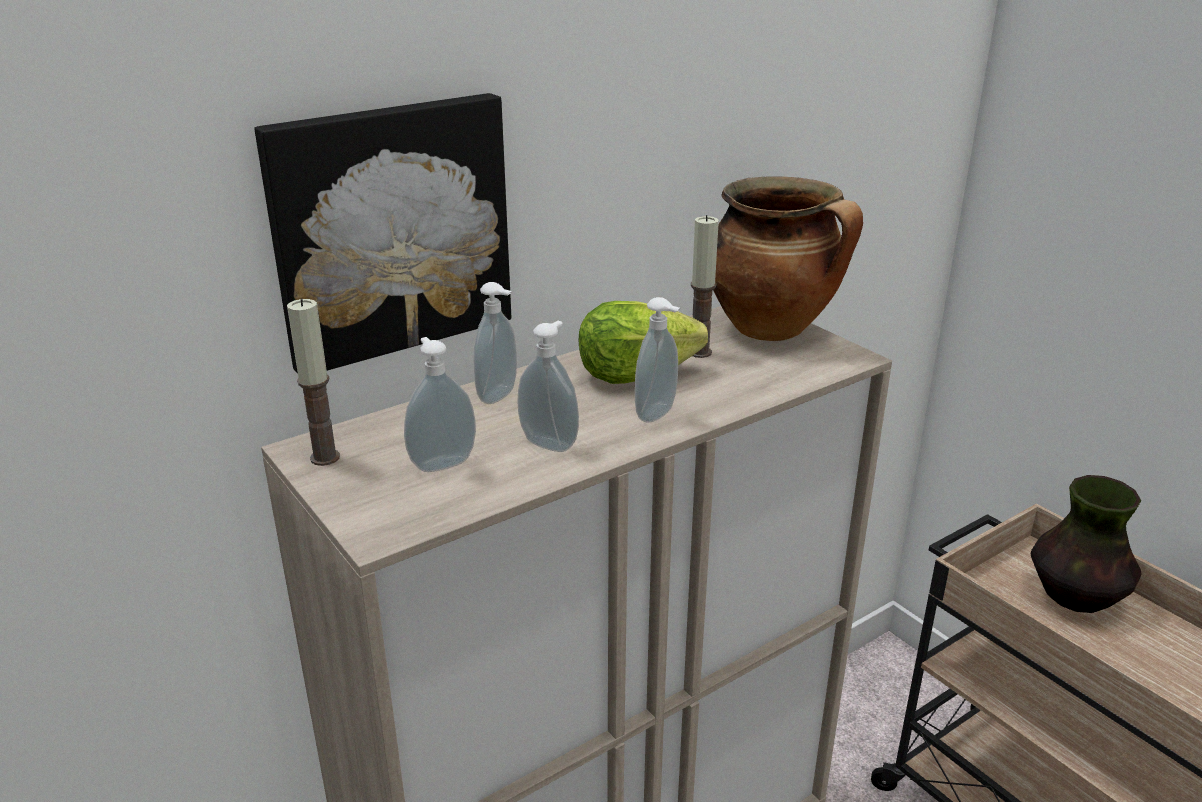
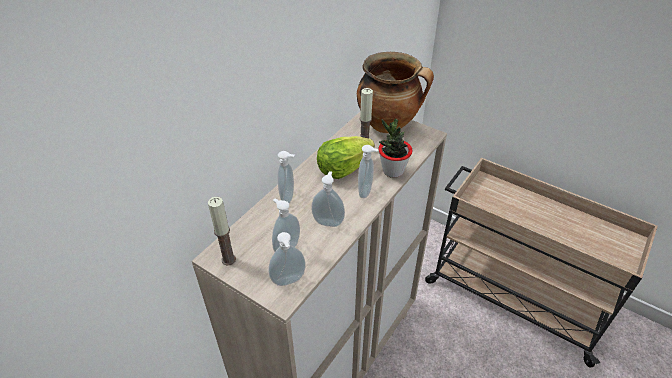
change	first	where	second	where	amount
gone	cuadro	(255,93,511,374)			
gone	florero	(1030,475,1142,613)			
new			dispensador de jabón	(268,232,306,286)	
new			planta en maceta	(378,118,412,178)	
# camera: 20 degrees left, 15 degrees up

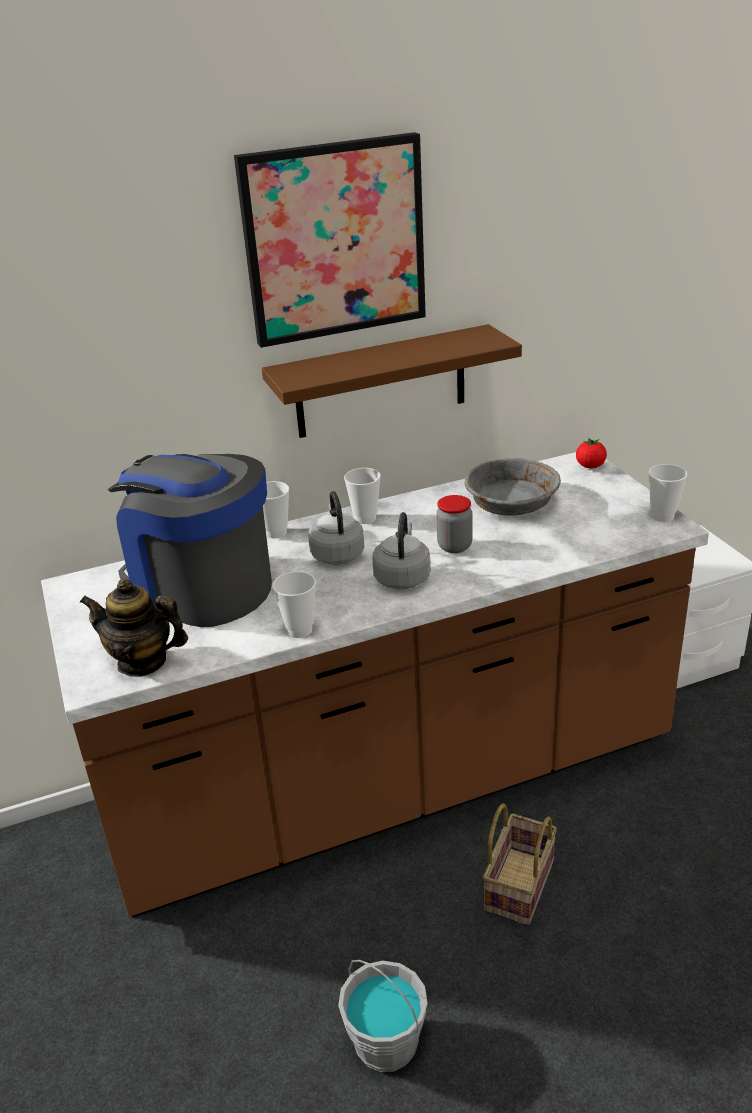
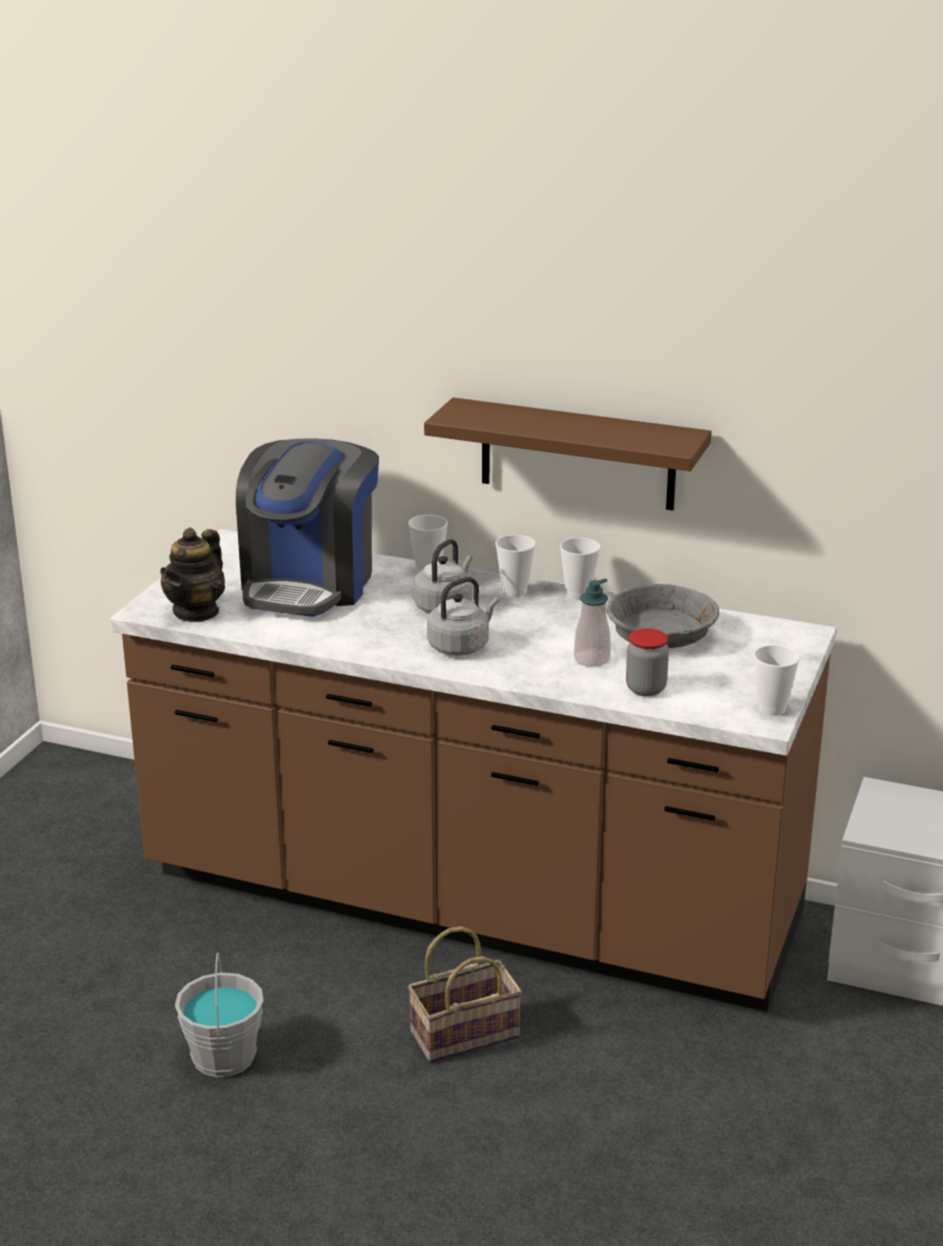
change	first	where	second	where	amount
rotated	tetera	(80,579,188,677)		(160,527,225,622)	120 degrees counterclockwise
rotated	cafetera	(108,454,272,627)		(236,438,379,617)	150 degrees counterclockwise
gone	cuadro	(234,132,426,348)			
shifted	taza	(272,571,316,638)		(560,538,601,600)	
shifted	tarro	(436,495,473,553)		(626,628,669,696)	
gone	tomate	(576,438,607,469)			
new			dispensador de jabón	(574,578,611,667)	
# camera: 40 degrees right, 5 degrees down

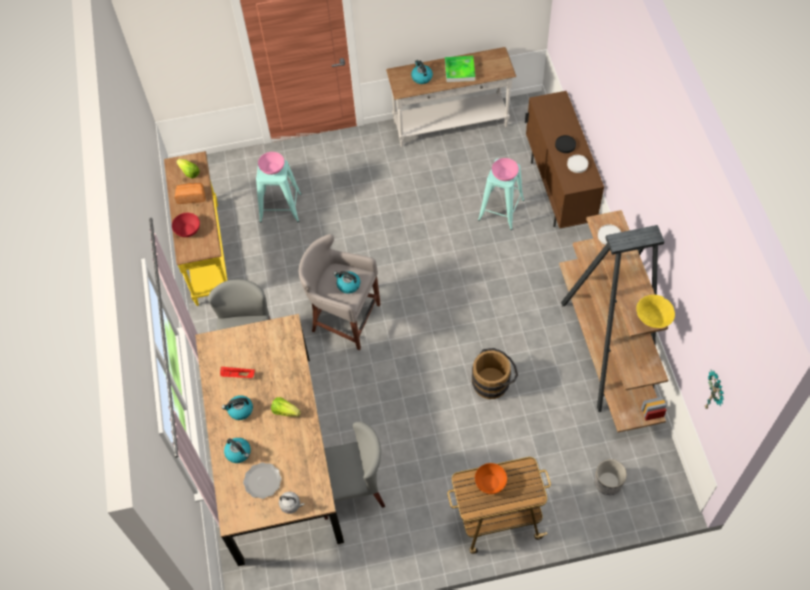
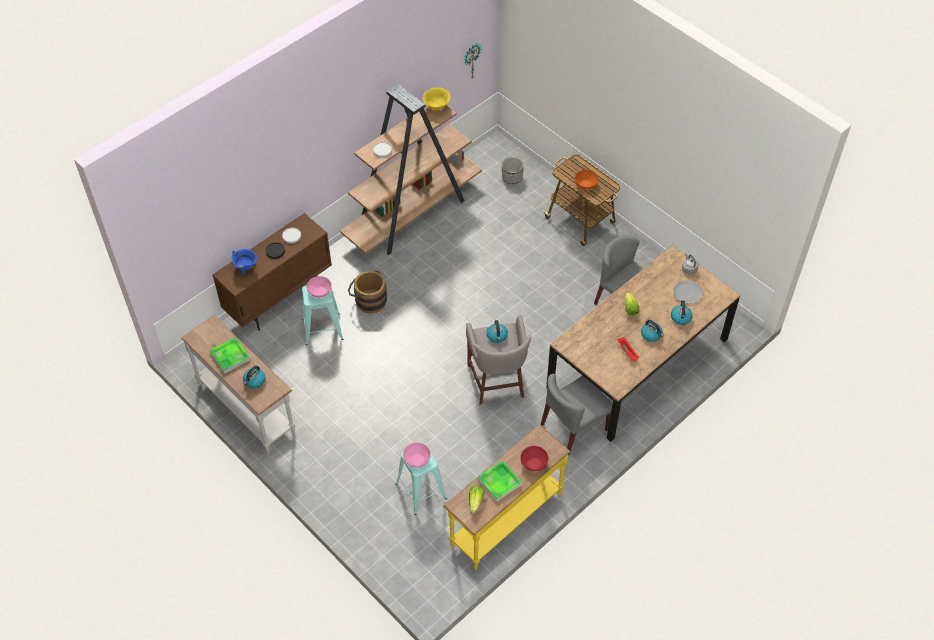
change	first	where	second	where	amount
swapped	pan	(175,183,206,204)	bandeja	(478,460,522,502)	
shifted	cubo (marrón)	(472,348,518,399)		(348,271,387,313)	
new			olla (azul)	(231,249,257,274)	
# camera: 125 degrees left, 5 degrees down

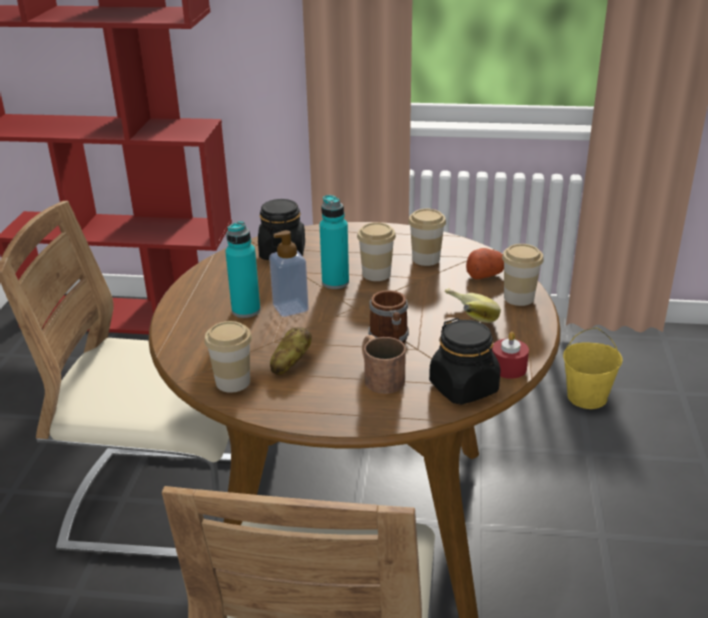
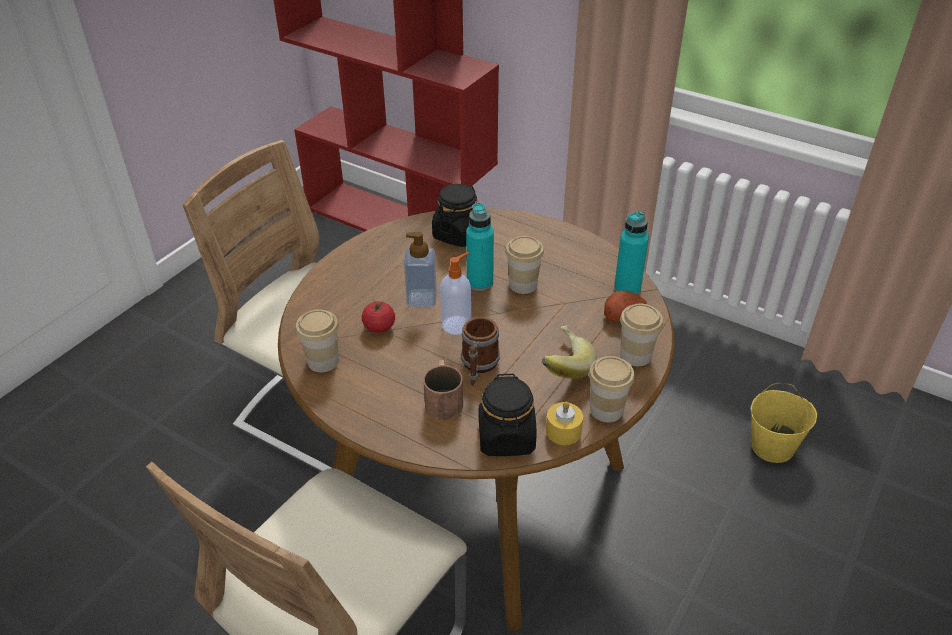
change	first	where	second	where	amount
shifted	botella (turquesa)	(225,221,260,318)		(614,211,649,295)	
gone	patata	(270,327,312,375)			
shifted	taza	(408,209,446,266)		(589,356,634,422)	
repainted	vela (rojo)	(492,332,529,379)	vela (amarillo)	(546,402,583,445)	
new			tomate	(362,301,395,333)	
new			dispensador de jabón	(440,252,471,335)	
# camera: 25 degrees right, 10 degrees up

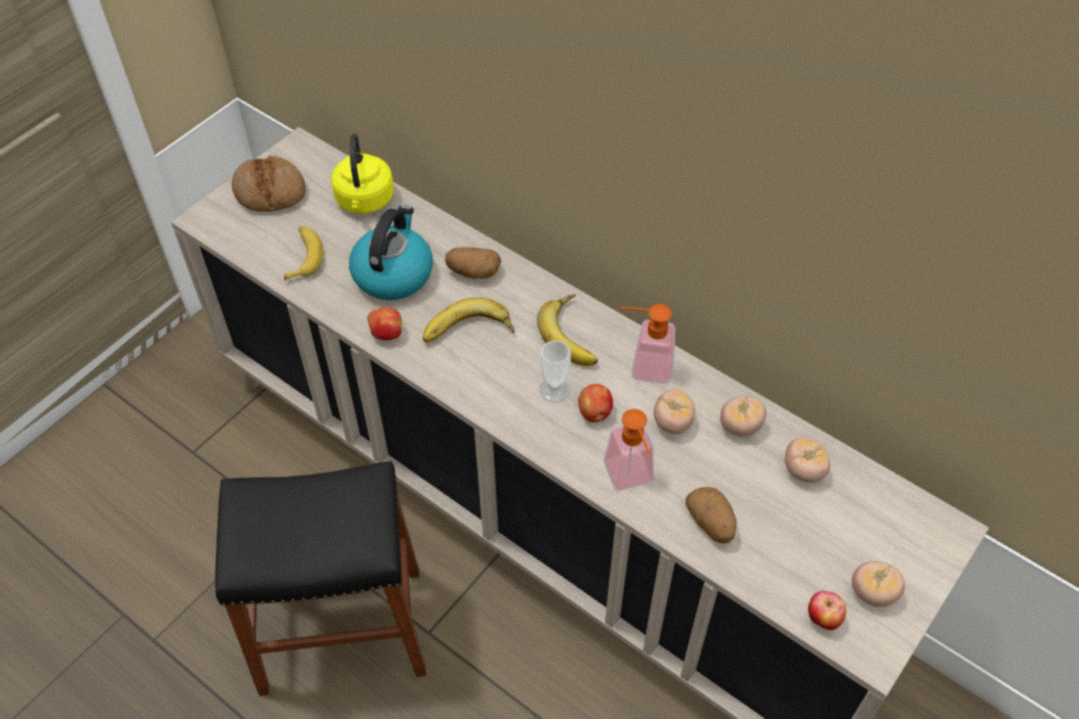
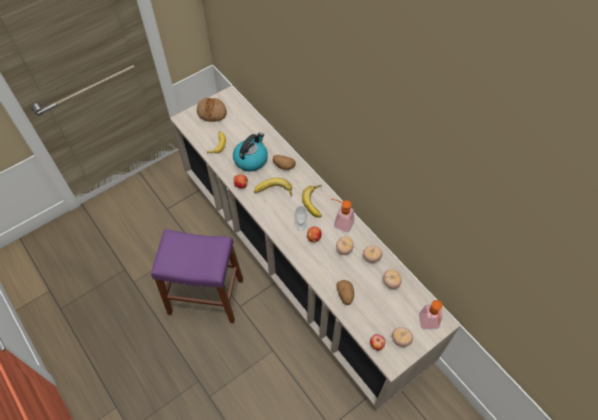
change	first	where	second	where	amount
repainted	taburete (negro)	(215,461,426,696)	taburete (morado)	(151,229,243,323)	
gone	hervidor (amarillo)	(331,134,394,214)			
shifted	dispensador de jabón	(604,409,654,491)		(419,300,443,329)	
# camera: 15 degrees right, 5 degrees up

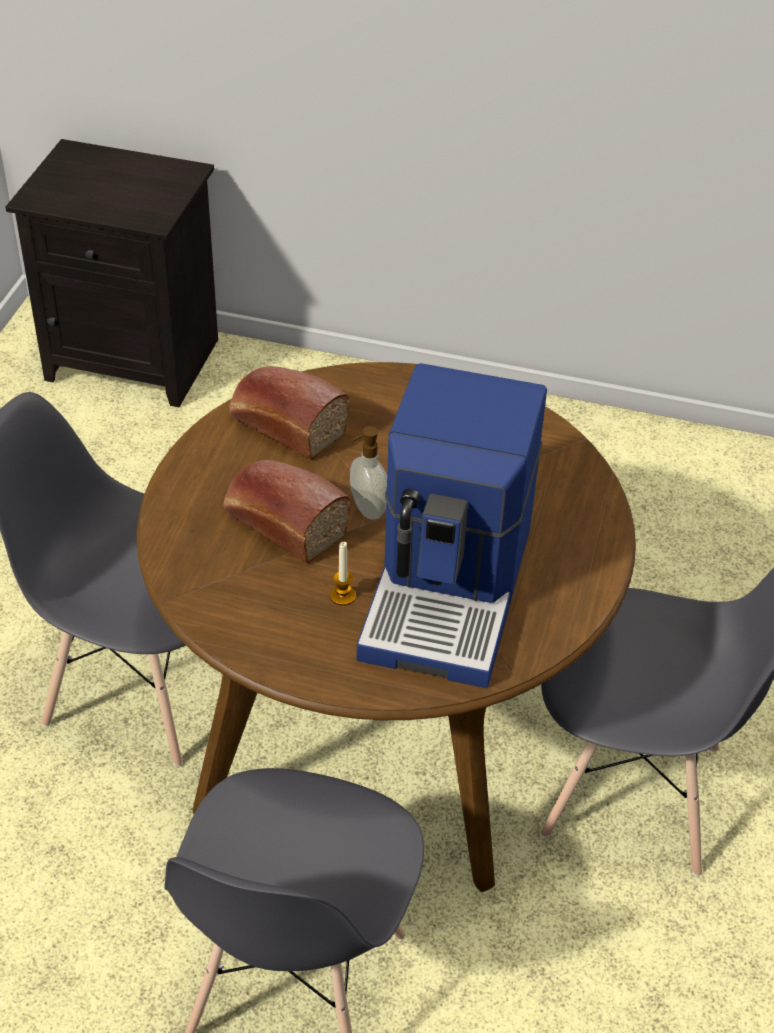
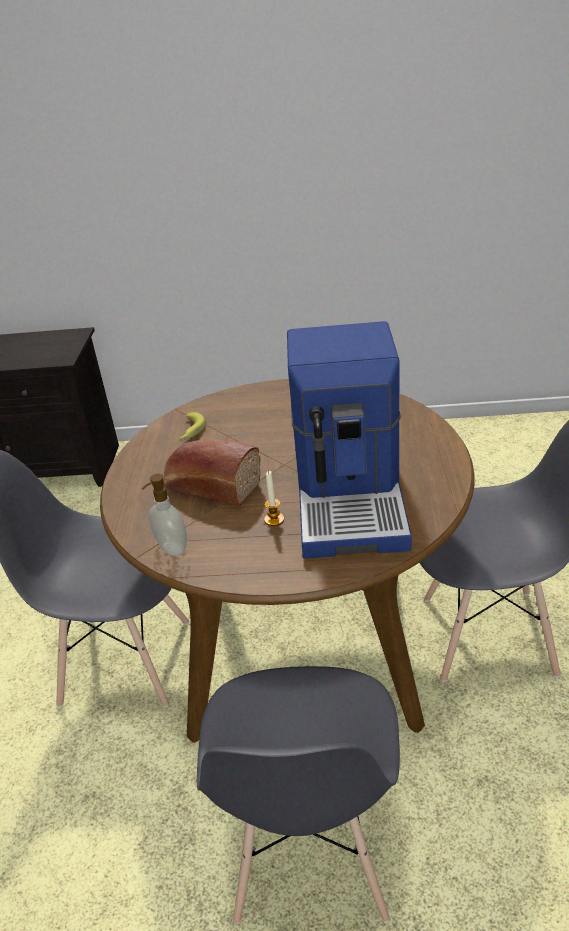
change	first	where	second	where	amount
swapped	pan	(229,366,350,460)	plátano	(179,412,206,441)	
shifted	dispensador de jabón	(350,426,387,520)		(142,474,187,556)	
# camera: 10 degrees left, 10 degrees down

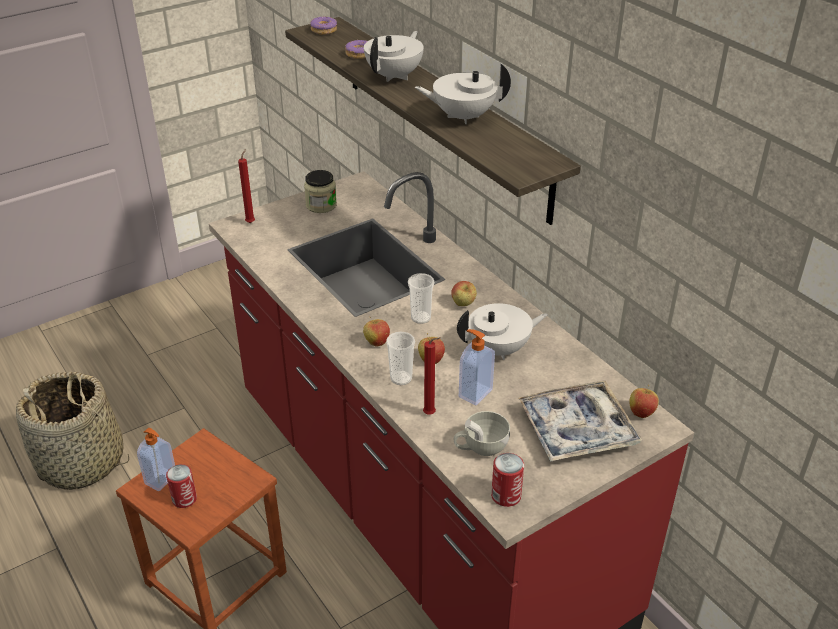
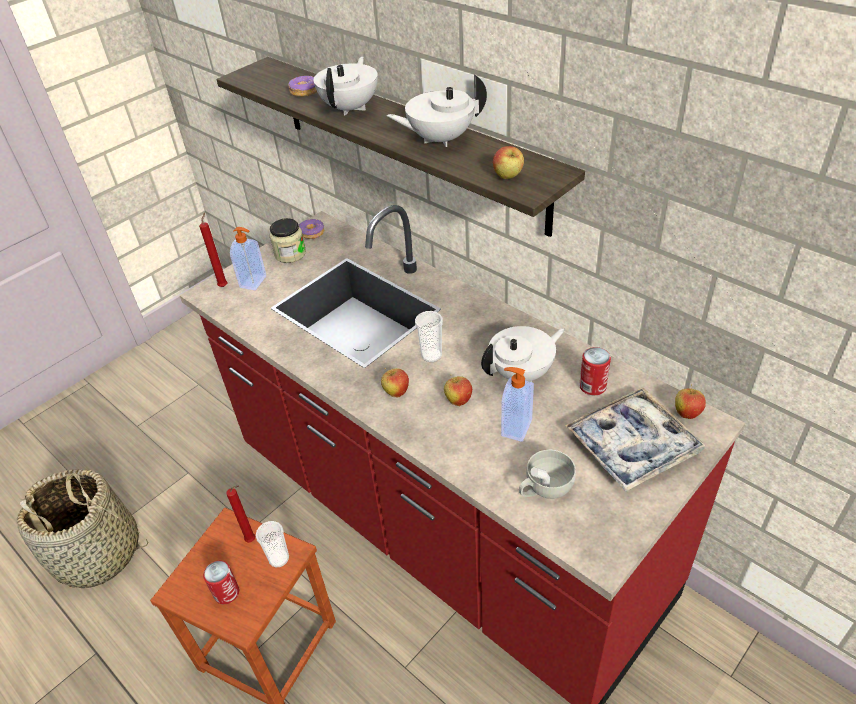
change	first	where	second	where	amount
shifted	dispensador de jabón	(137,428,175,492)		(230,227,266,290)	
shifted	rosquilla	(310,16,337,35)		(299,219,324,239)	
shifted	taza	(386,332,415,385)		(256,521,289,567)	
shifted	vela (rojo)	(423,337,441,415)		(226,485,255,543)	
shifted	manzana	(451,281,477,306)		(493,146,524,179)	
shifted	lata	(491,453,524,507)		(579,347,611,395)	
# camera: 10 degrees left, 5 degrees up

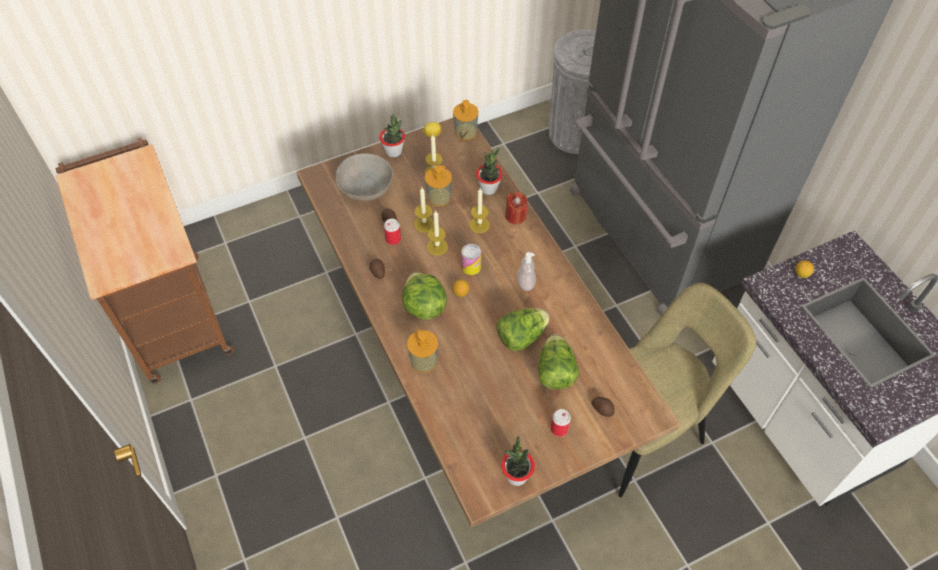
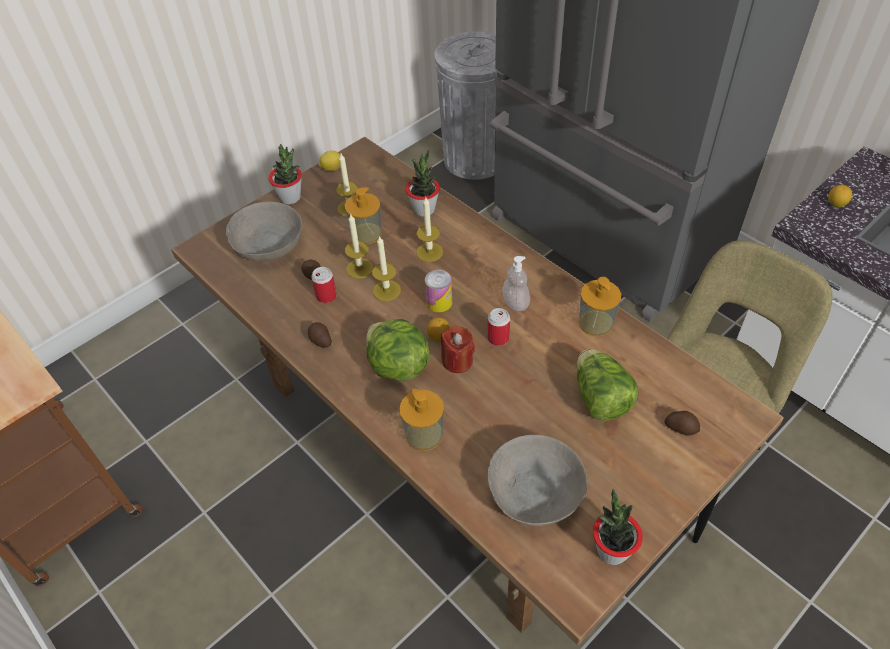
change	first	where	second	where	amount
shifted	dispensador de jabón	(453,100,479,140)		(579,277,621,336)	
gone	lechuga	(496,308,550,351)			
shifted	vela (rojo)	(505,192,527,224)		(441,326,475,373)	
shifted	lata	(551,409,571,437)		(488,308,510,346)	
new			cuenco (gris)	(487,435,587,526)	
# camera: 15 degrees left, 5 degrees down

